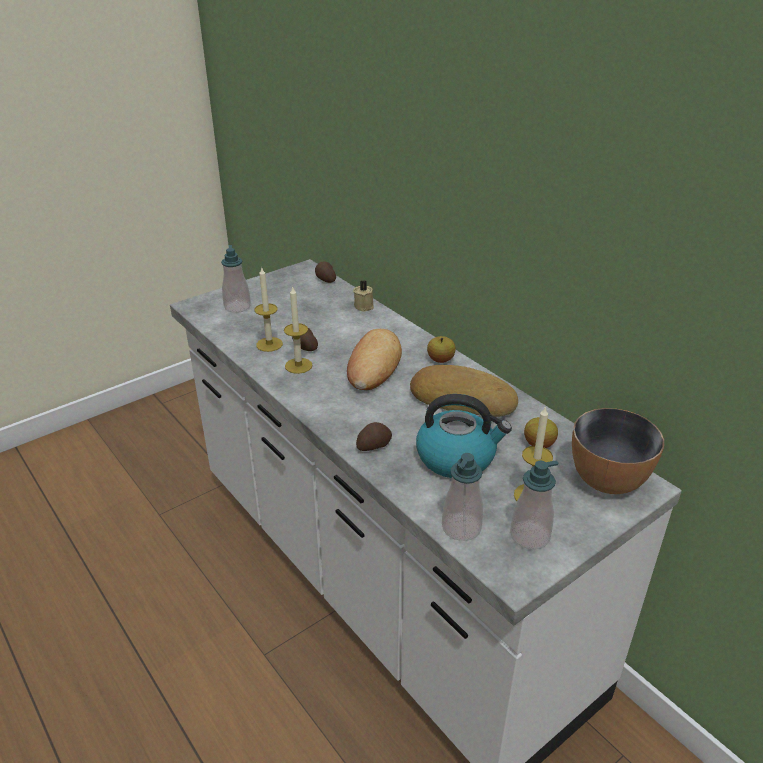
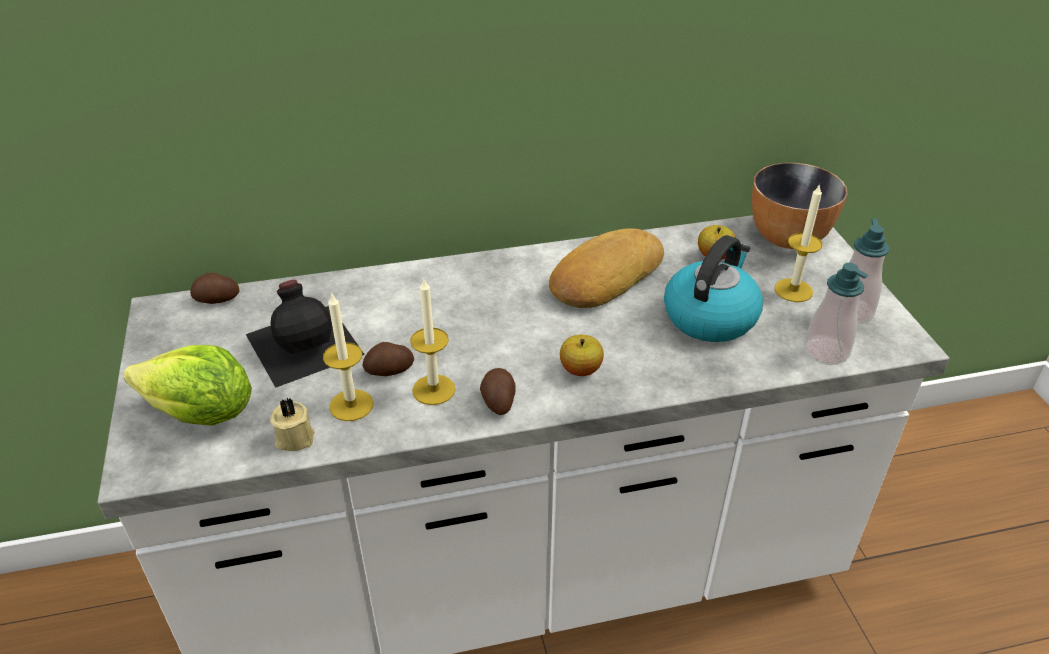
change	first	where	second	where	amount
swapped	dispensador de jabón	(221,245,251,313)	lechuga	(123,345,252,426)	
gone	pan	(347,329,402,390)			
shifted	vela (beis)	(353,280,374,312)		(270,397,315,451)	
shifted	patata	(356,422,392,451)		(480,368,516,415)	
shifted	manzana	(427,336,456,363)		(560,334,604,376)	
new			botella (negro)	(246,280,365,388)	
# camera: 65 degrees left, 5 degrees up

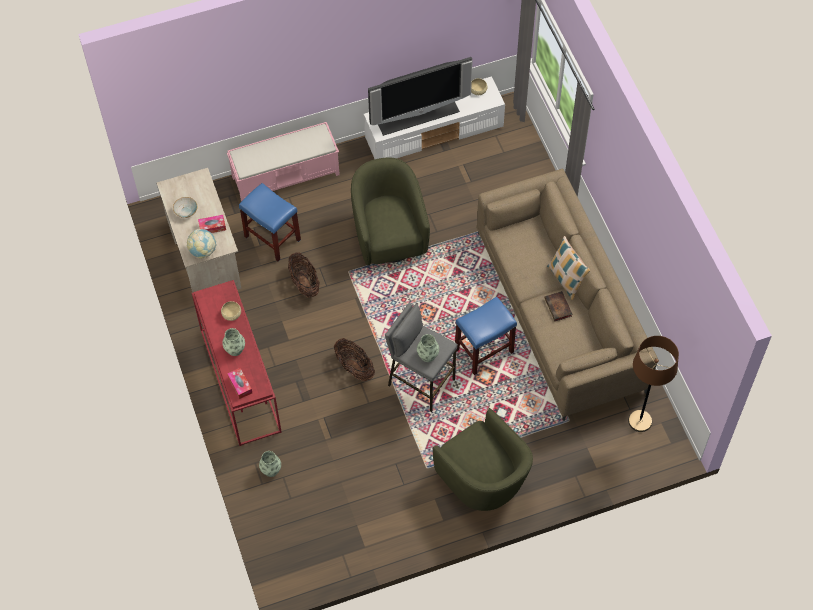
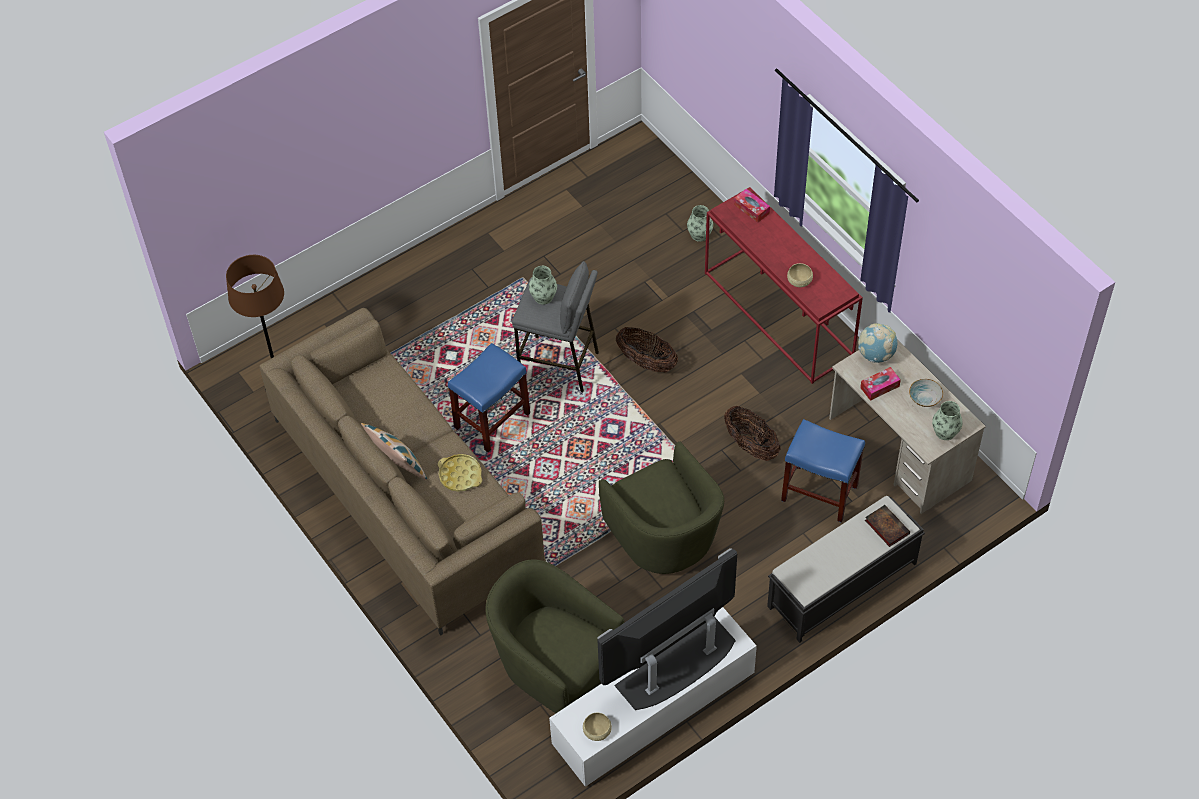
change	first	where	second	where	amount
shifted	florero	(222,328,245,356)		(932,401,963,440)	
repainted	banco (rosa)	(227,122,340,202)	banco (negro)	(767,496,925,643)	
shifted	sillón (verde)	(433,408,533,511)		(485,559,624,713)	
shifted	libro	(544,291,572,321)		(865,505,910,547)	
new			bandeja (amarillo)	(438,454,482,492)	
# camera: 165 degrees right, 5 degrees down

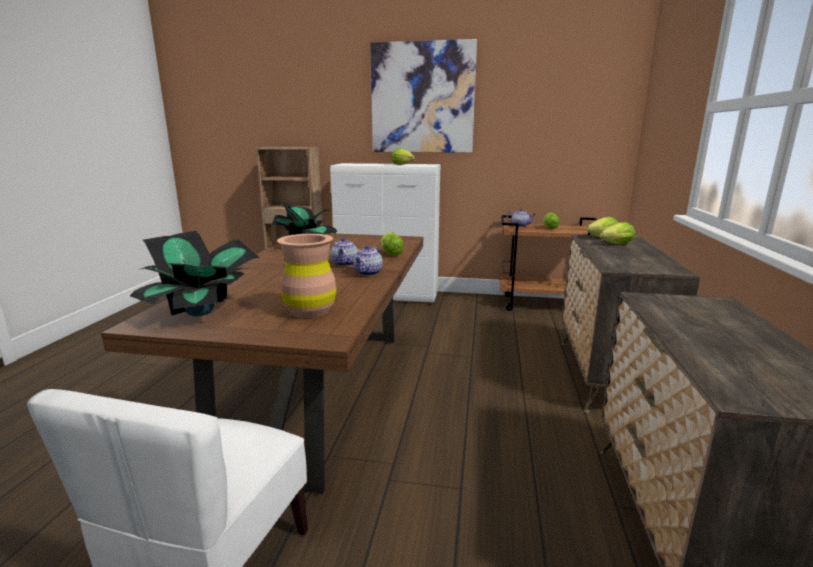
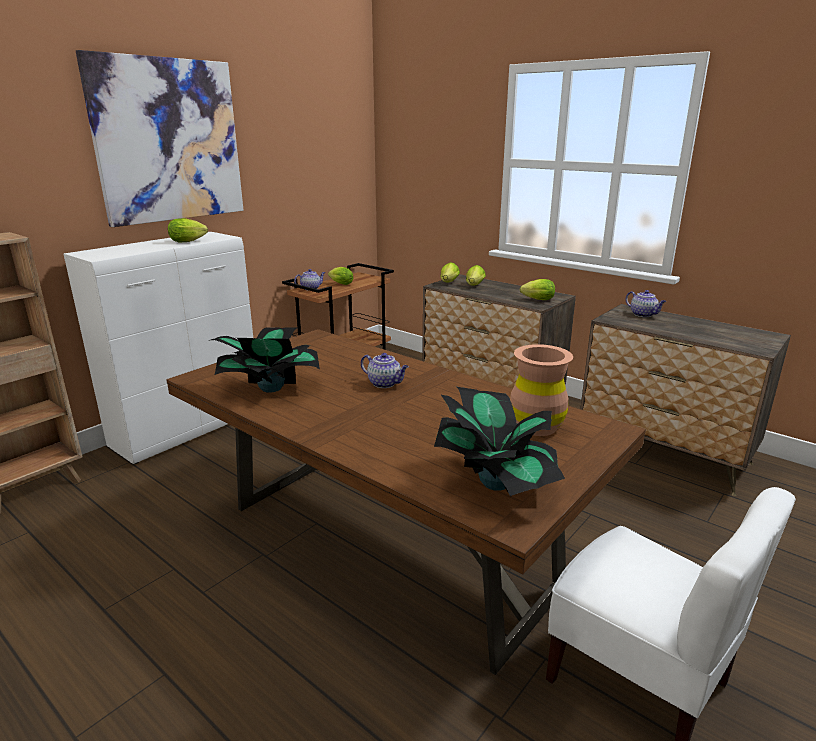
change	first	where	second	where	amount
shifted	tetera	(353,245,383,276)		(626,290,666,317)	
shifted	lechuga	(381,232,404,256)		(520,279,555,300)	
# camera: 60 degrees left, 5 degrees up

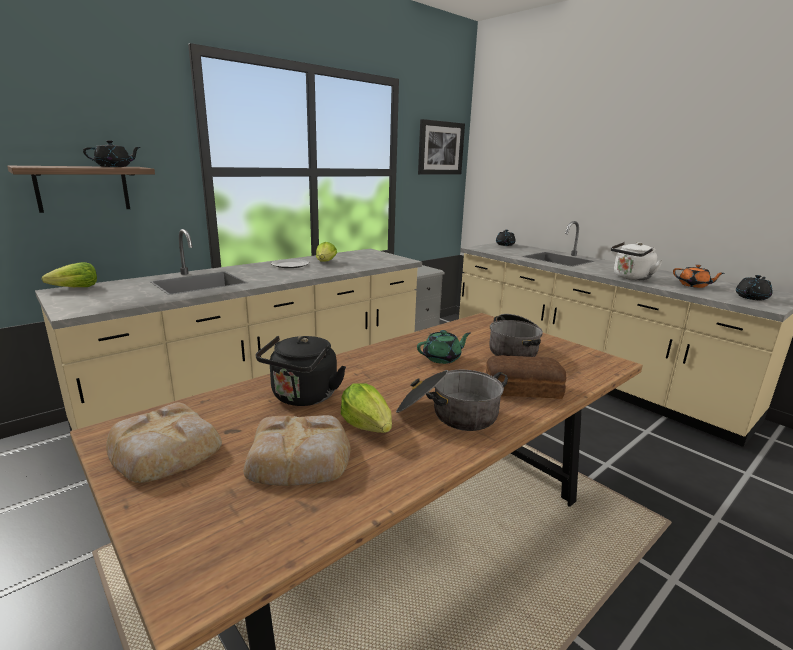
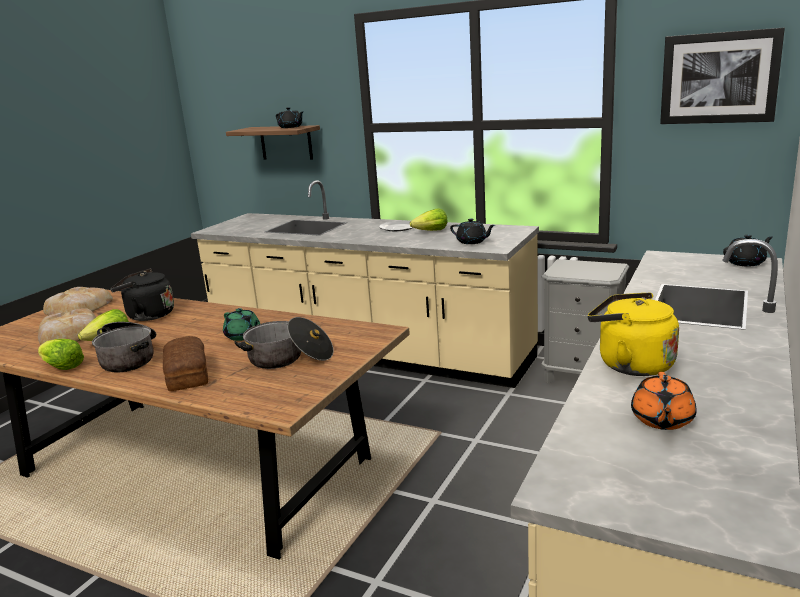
change	first	where	second	where	amount
shifted	lechuga	(42,262,97,287)		(38,339,84,370)	
repainted	hervidor (blanco)	(611,242,663,280)	hervidor (amarillo)	(588,292,679,376)	
shifted	tetera (negro)	(736,275,773,300)		(450,218,495,244)	
# camera: 70 degrees right, 0 degrees up

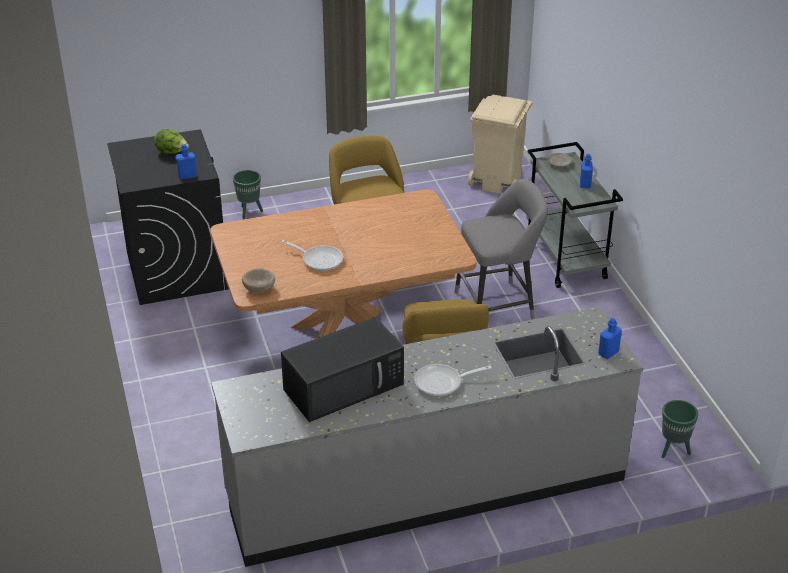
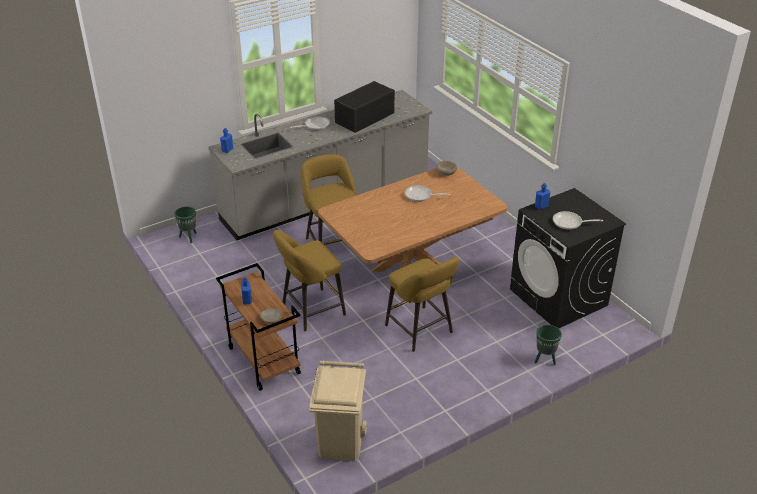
change	first	where	second	where	amount
swapped	lechuga	(154,129,189,154)	sartén	(553,211,603,230)	
repainted	taburete (gris)	(454,179,548,319)	taburete (amarillo)	(273,230,346,332)	
repainted	carrito (gris)	(526,142,623,288)	carrito (marrón)	(216,263,301,391)	
# camera: 165 degrees right, 0 degrees up

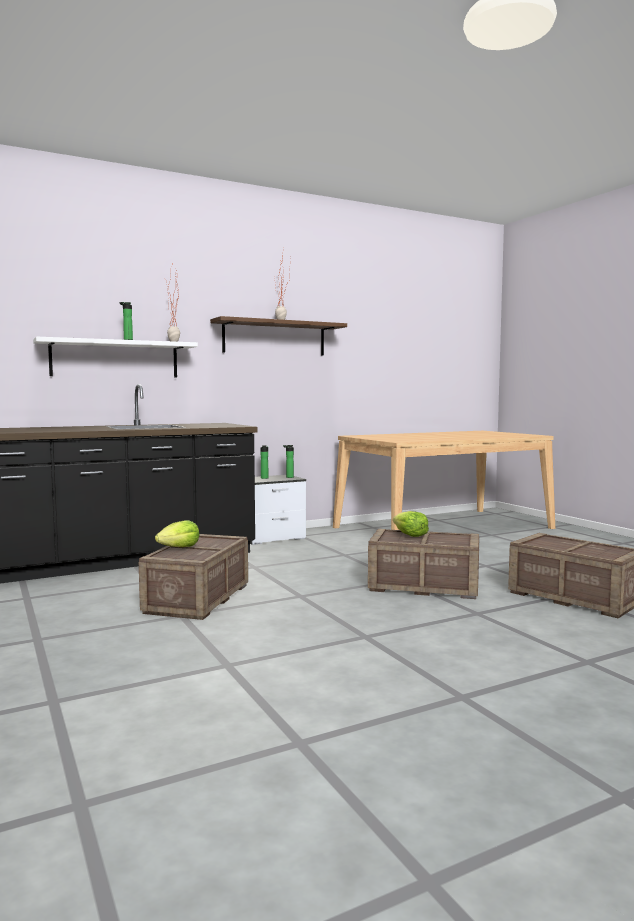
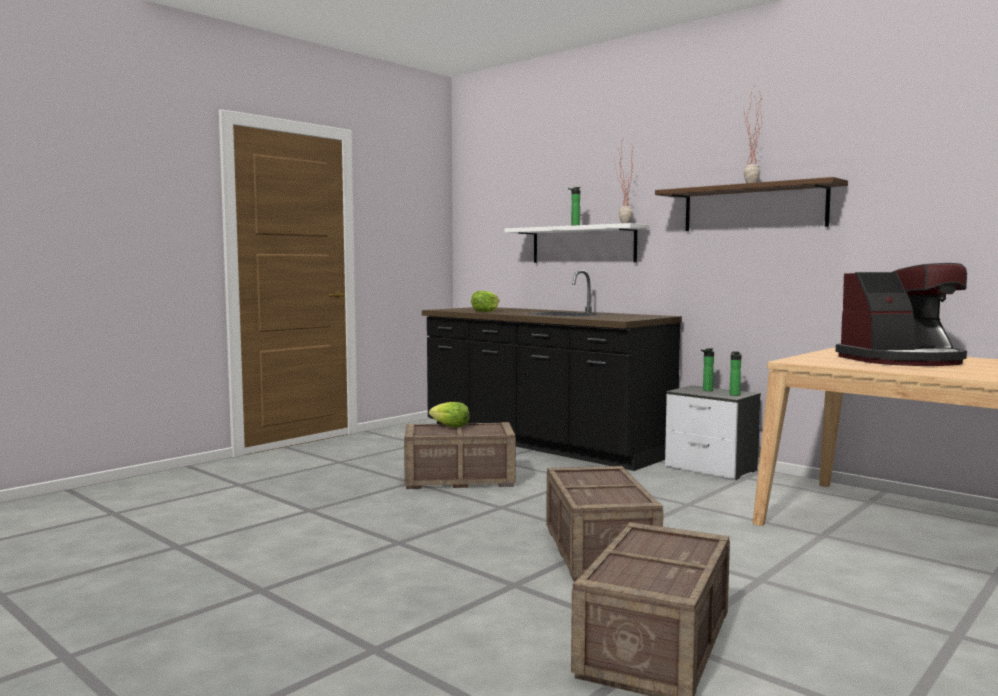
change	first	where	second	where	amount
shifted	lechuga	(393,511,429,537)		(471,291,499,312)	
new			cafetera	(836,263,967,366)	
# camera: 70 degrees right, 0 degrees up

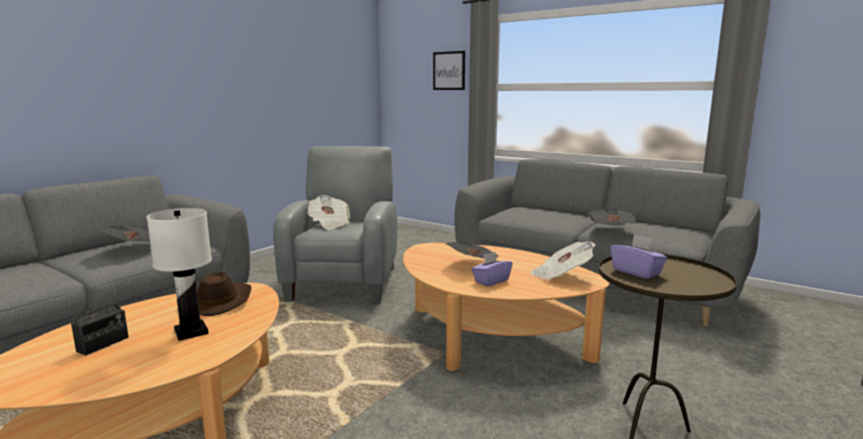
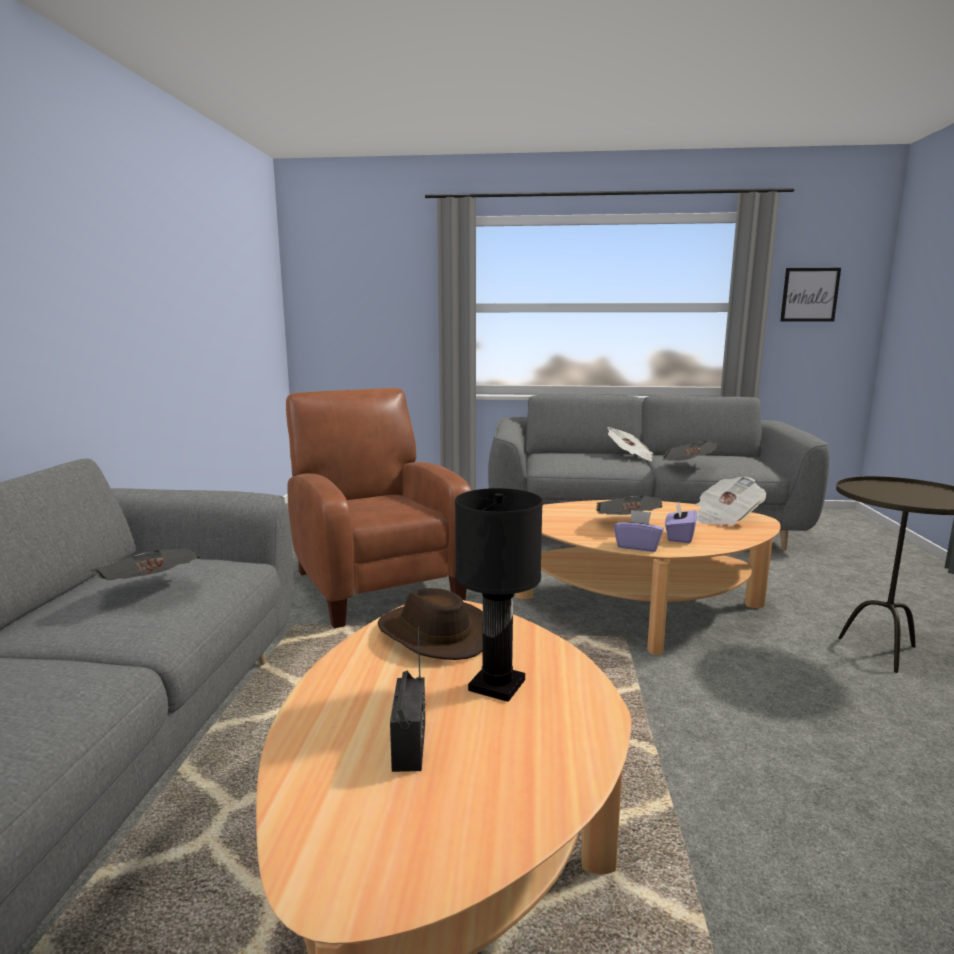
change	first	where	second	where	amount
repainted	lámpara de mesa (blanco)	(147,208,212,341)	lámpara de mesa (negro)	(455,488,543,702)	
repainted	sillón (gris)	(273,146,397,304)	sillón (marrón)	(286,388,471,628)	
shifted	periódico	(307,195,350,230)		(607,427,653,461)	
shifted	cuadro	(433,51,465,90)		(780,268,841,322)	
shifted	caja de pañuelos (morado)	(610,234,667,279)		(614,510,664,552)	
# camera: 30 degrees left, 0 degrees up

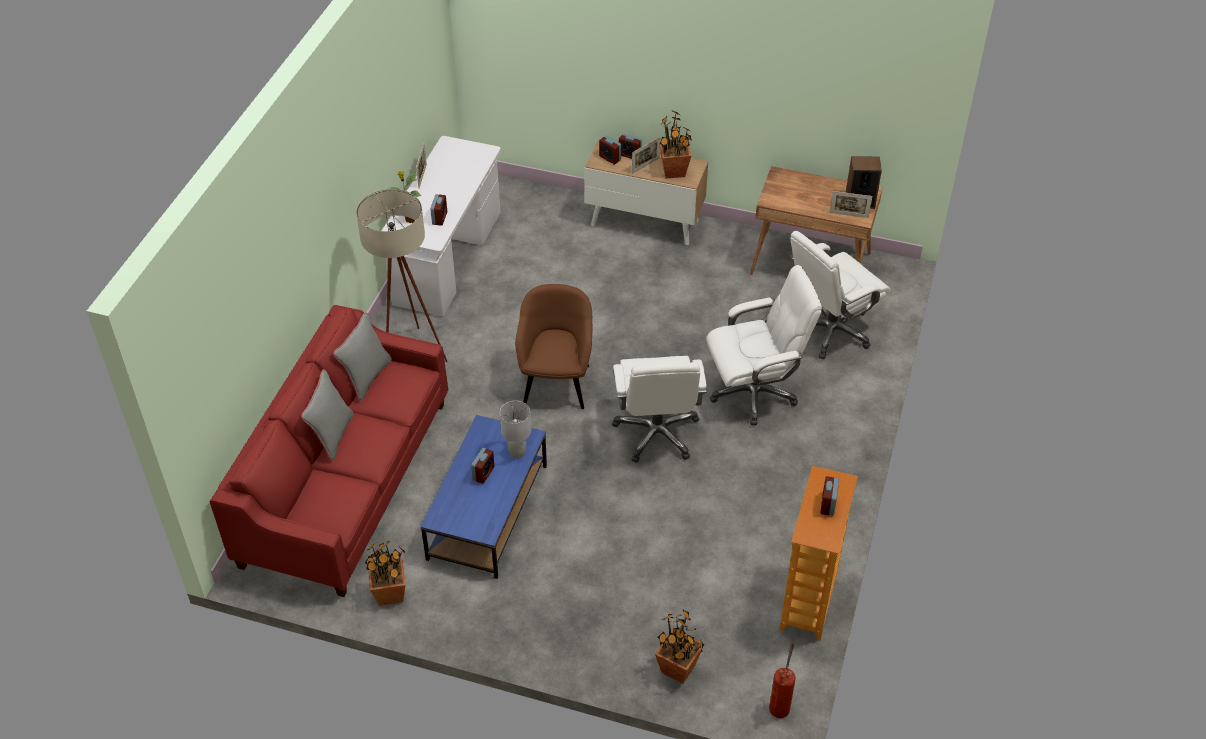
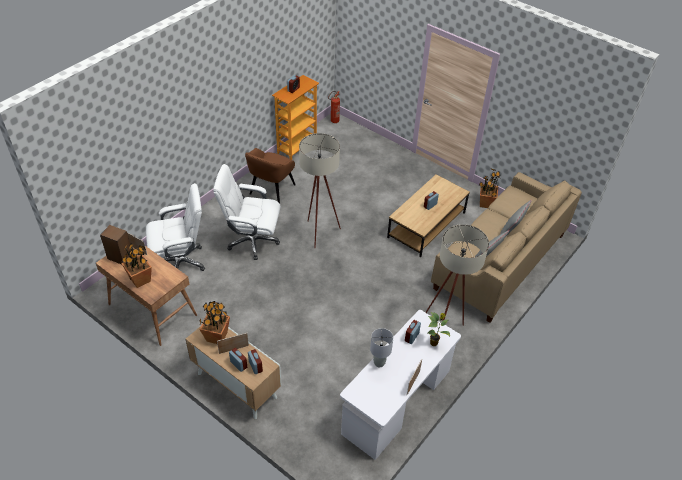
change	first	where	second	where	amount
repainted	sofá (rojo)	(210,305,448,597)	sofá (beis)	(431,172,582,323)	
repainted	mesa de centro (azul)	(420,415,547,579)	mesa de centro (marrón)	(387,174,470,257)	
shifted	lámpara de mesa (gris)	(500,401,531,459)		(370,328,393,367)	
shifted	sillón (marrón)	(515,284,592,409)		(245,148,296,203)	
swapped	silla de oficina (blanco)	(612,356,707,463)	lámpara de pie (beis)	(299,133,341,248)	
shifted	planta en maceta	(655,610,704,684)		(121,244,152,288)	
# camera: 160 degrees left, 0 degrees up

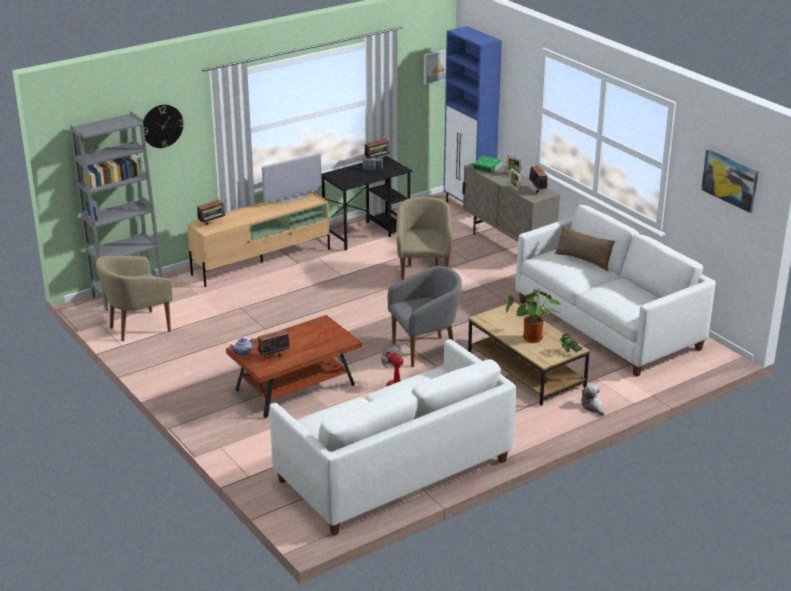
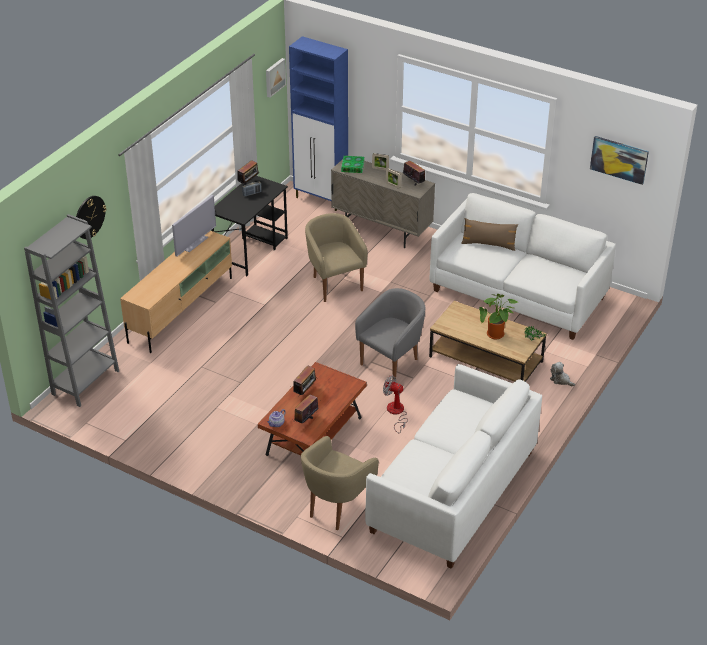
change	first	where	second	where	amount
shifted	sillón (beis)	(96,256,172,341)		(301,436,379,530)	
shifted	radio	(197,200,225,225)		(293,365,316,397)	
# camera: 25 degrees left, 10 degrees up

